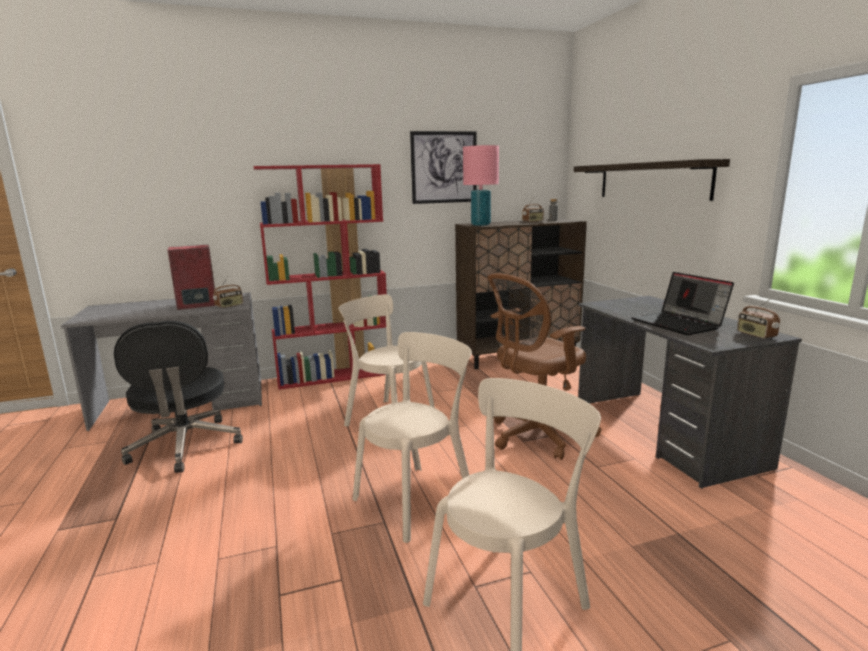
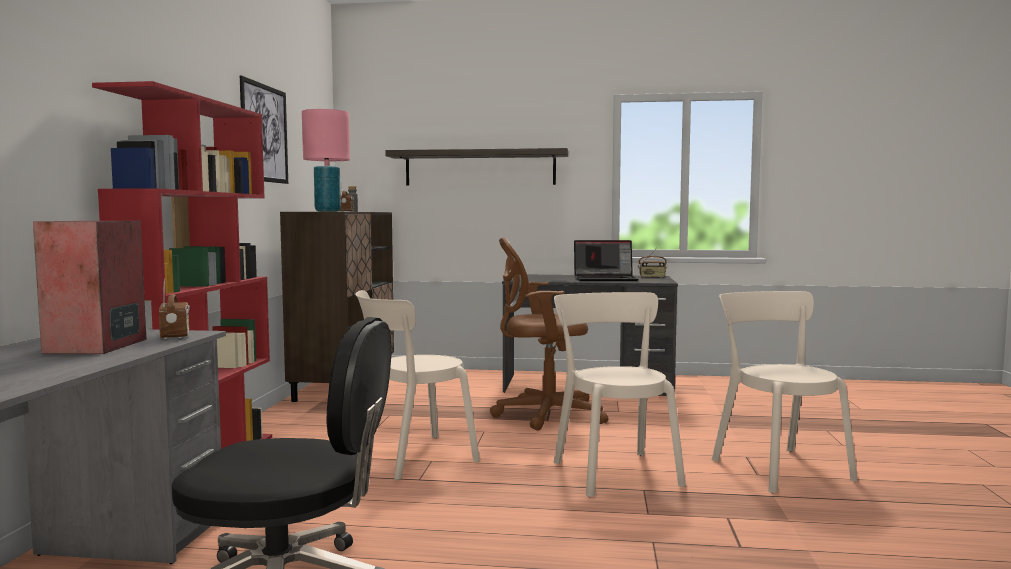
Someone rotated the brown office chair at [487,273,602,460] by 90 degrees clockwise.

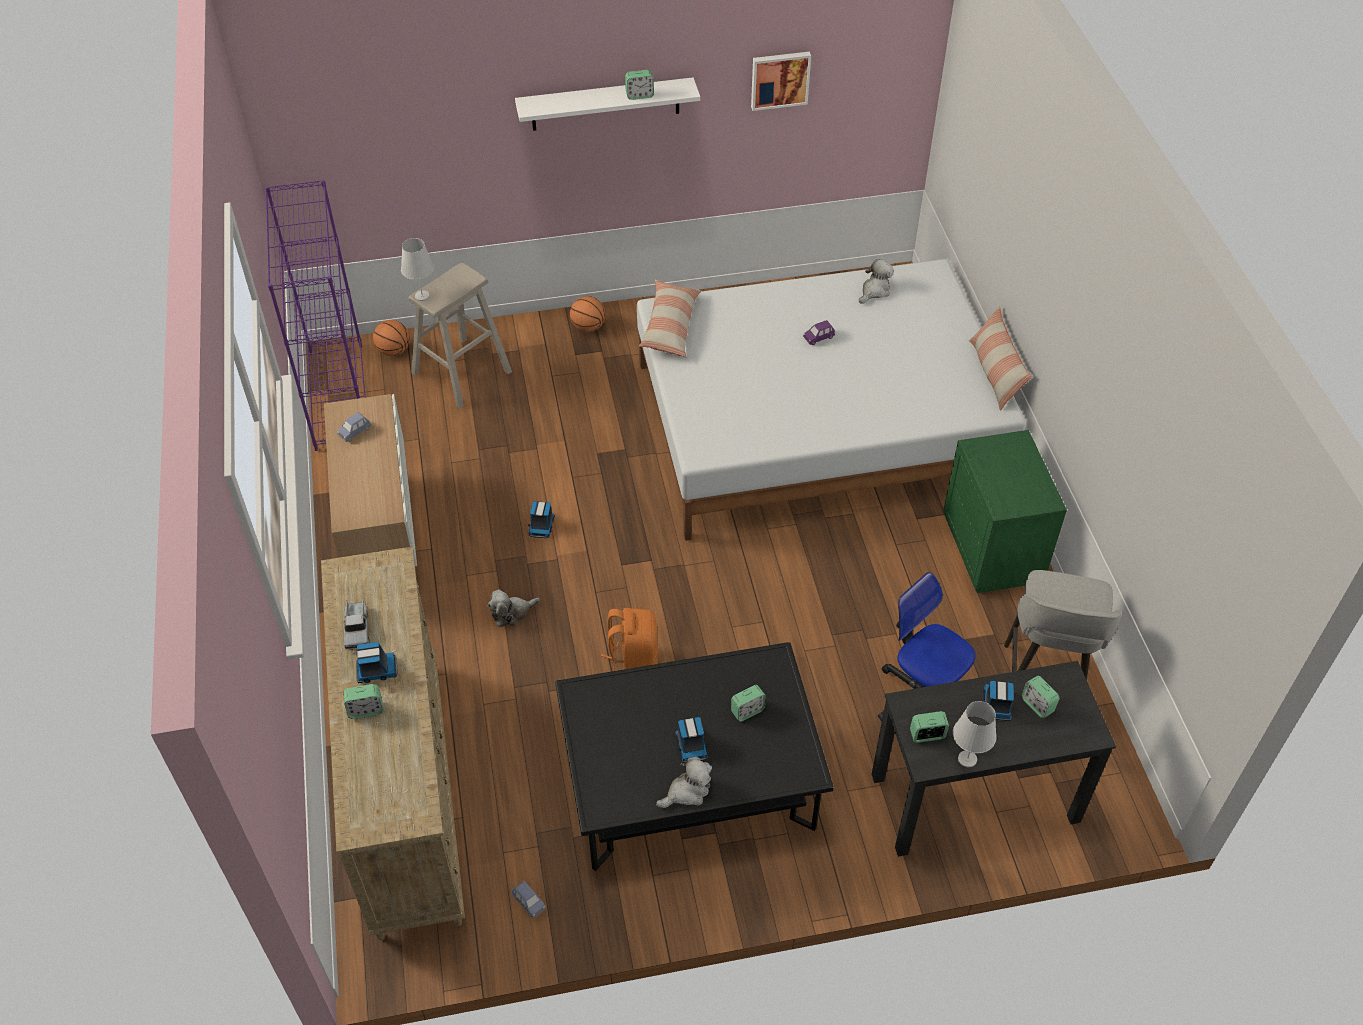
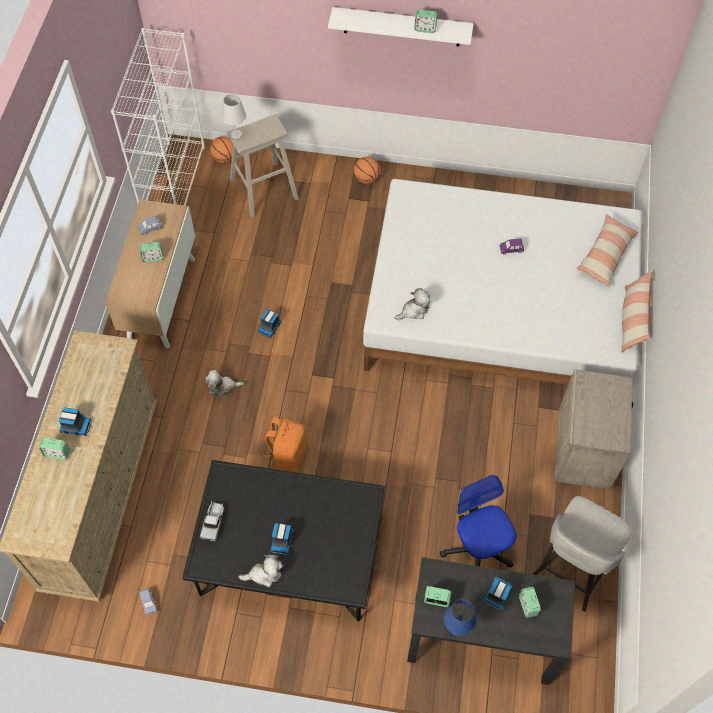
Someone repainted the purple bookcase at [265,180,366,451], which became the white bookcase at [111,28,205,206]. Someone carried the alarm clock from [731,685,766,722] to [140,242,163,263]. Someone carried the toy truck from [344,598,370,650] to [200,501,224,541]. Someone carried the plush toy from [859,259,894,304] to [395,288,431,320]. Someone repainted the white table lamp at [953,701,997,767], which became the blue table lamp at [444,600,477,636]. Someone repainted the green nightstand at [943,430,1067,593], which became the beige nightstand at [554,369,633,489]. Someone carried the pillow from [639,280,701,357] to [576,214,639,287]. Someone took away the picture at [751,51,811,111].

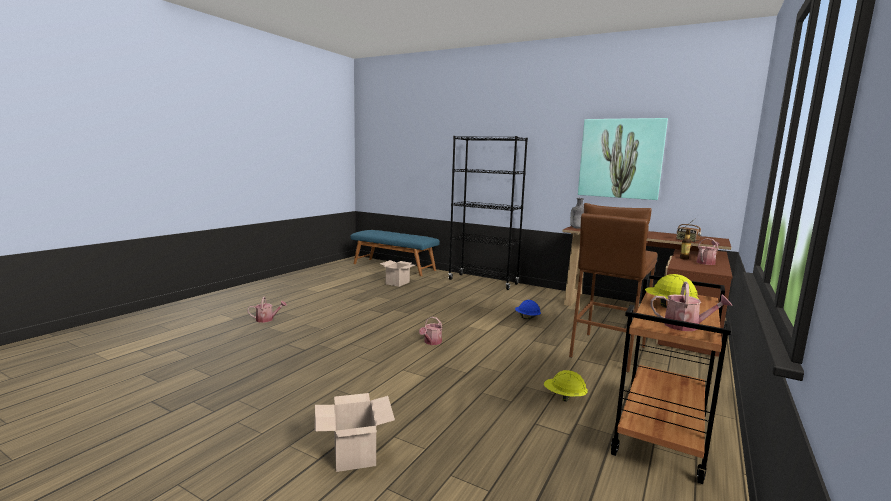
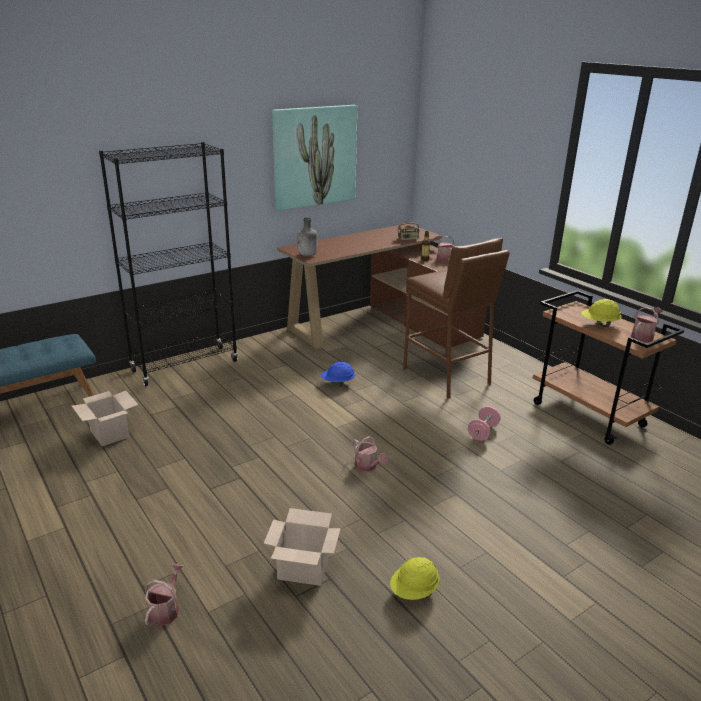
Someone carried the cardboard box from [315,393,395,472] to [264,508,341,586]. Someone carried the yellow hard hat from [544,370,588,402] to [390,557,440,600]. Someone put down the pink dumbbell at [468,406,501,441].

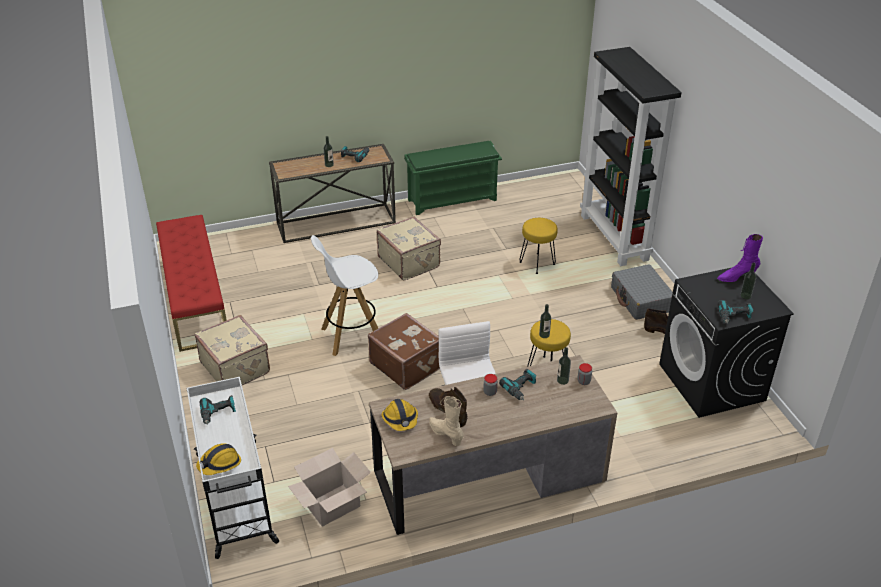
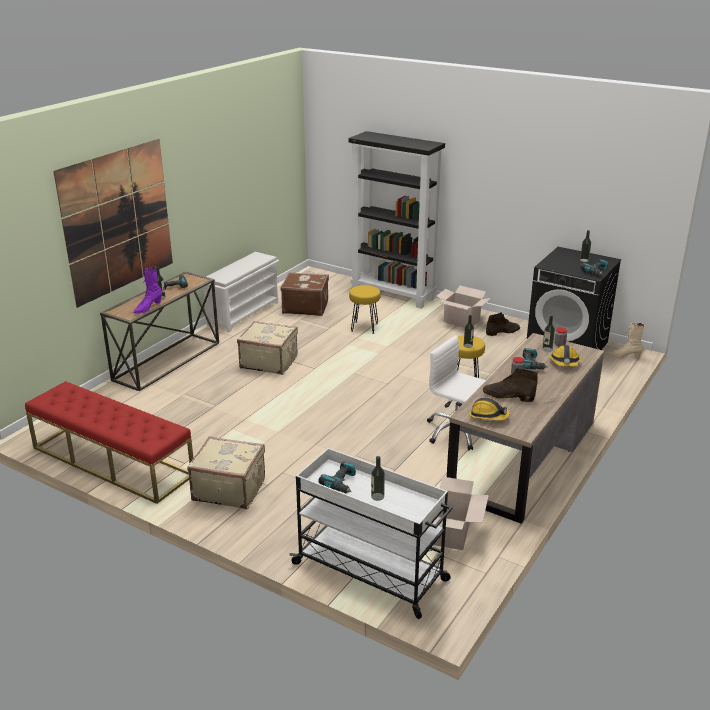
Someone put up the picture at [53,139,173,308]. Someone carried the purple boot from [717,234,763,282] to [134,266,162,314]. Someone repainted the green shoe rack at [404,141,502,215], which became the white shoe rack at [203,252,279,333]. Someone carried the brown suitcase from [368,313,440,390] to [281,272,329,316]. Someone put down the bottle at [371,456,385,501]. Someone swapped the grey suitcase at [611,264,673,320] for the cardboard box at [436,286,491,328]. Someone carried the hard hat from [196,443,241,475] to [550,345,581,367]. Someone carried the beige boot from [429,396,464,446] to [607,323,644,359]. Someone took away the white stool at [311,235,378,356].

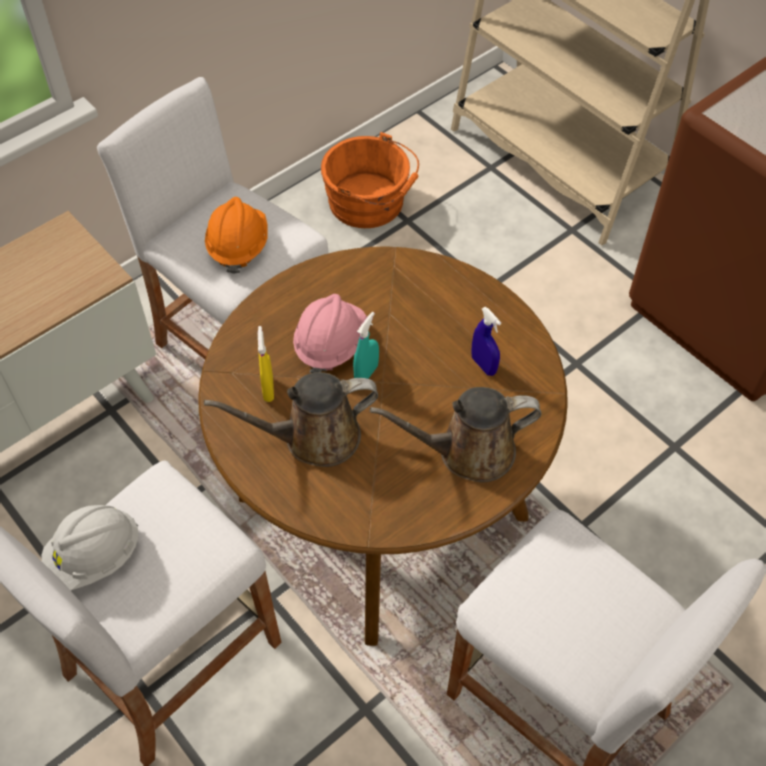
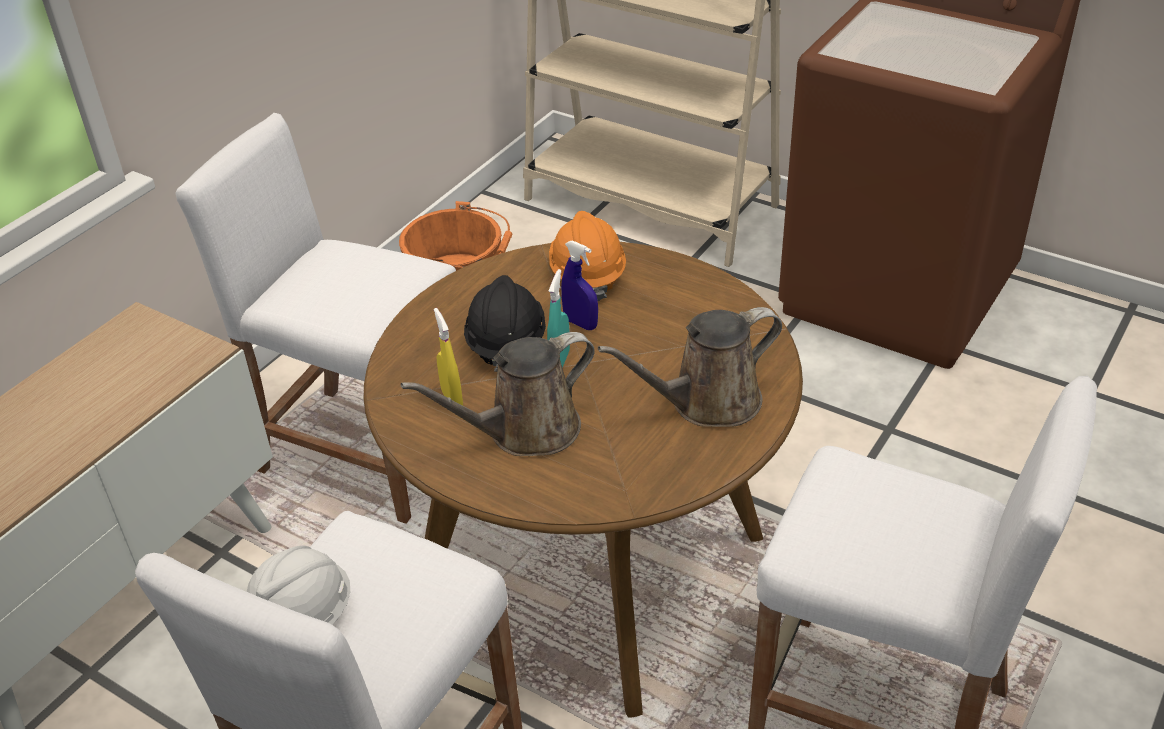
Someone repainted the pink hard hat at [293,294,366,373], which became the black hard hat at [464,275,546,372]. Someone carried the orange hard hat from [205,197,268,274] to [549,211,626,301]. Someone carried the blue spray bottle from [471,307,501,376] to [561,240,598,330].

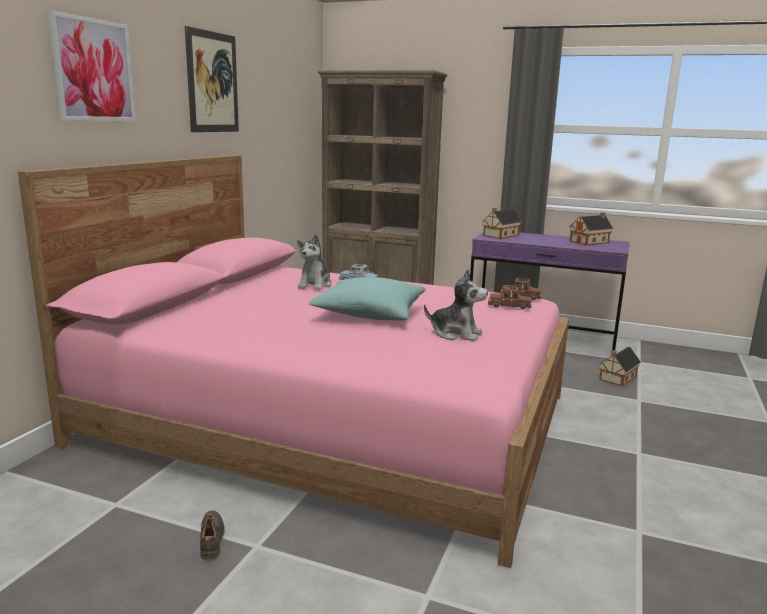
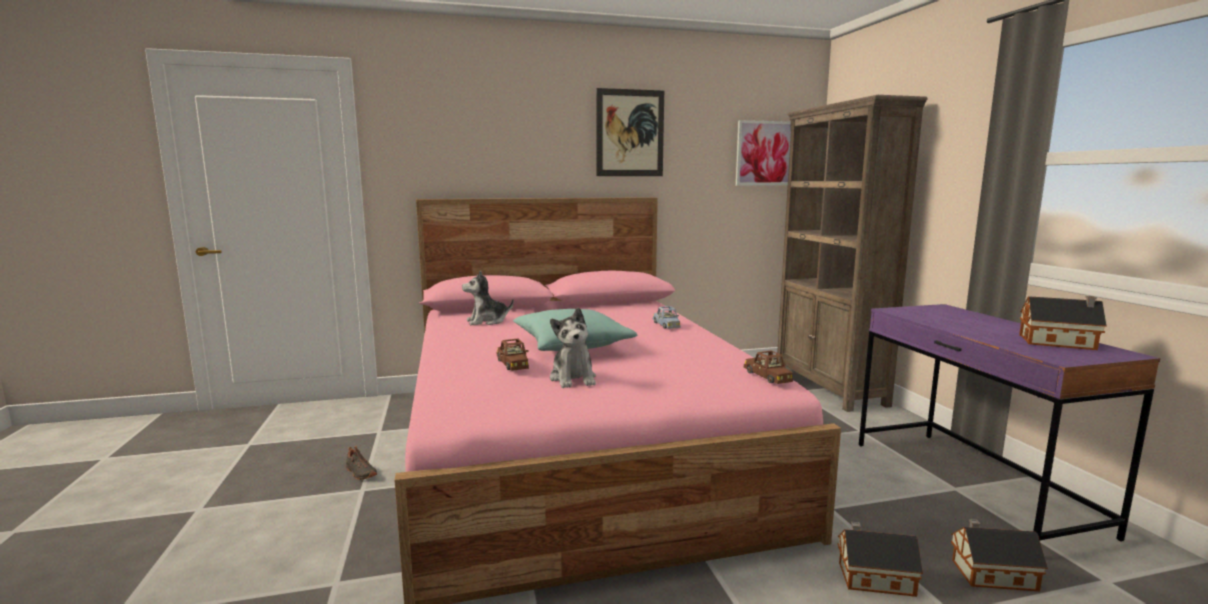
Someone rotated the black shoe at [200,510,225,560] by 90 degrees clockwise. Someone carried the plush toy from [297,235,332,290] to [462,270,514,325]. Someone carried the brown toy car from [488,286,532,309] to [497,339,529,371]. Someone carried the picture from [47,10,136,121] to [735,120,791,185]. Someone carried the toy house from [482,208,522,239] to [837,522,923,597].

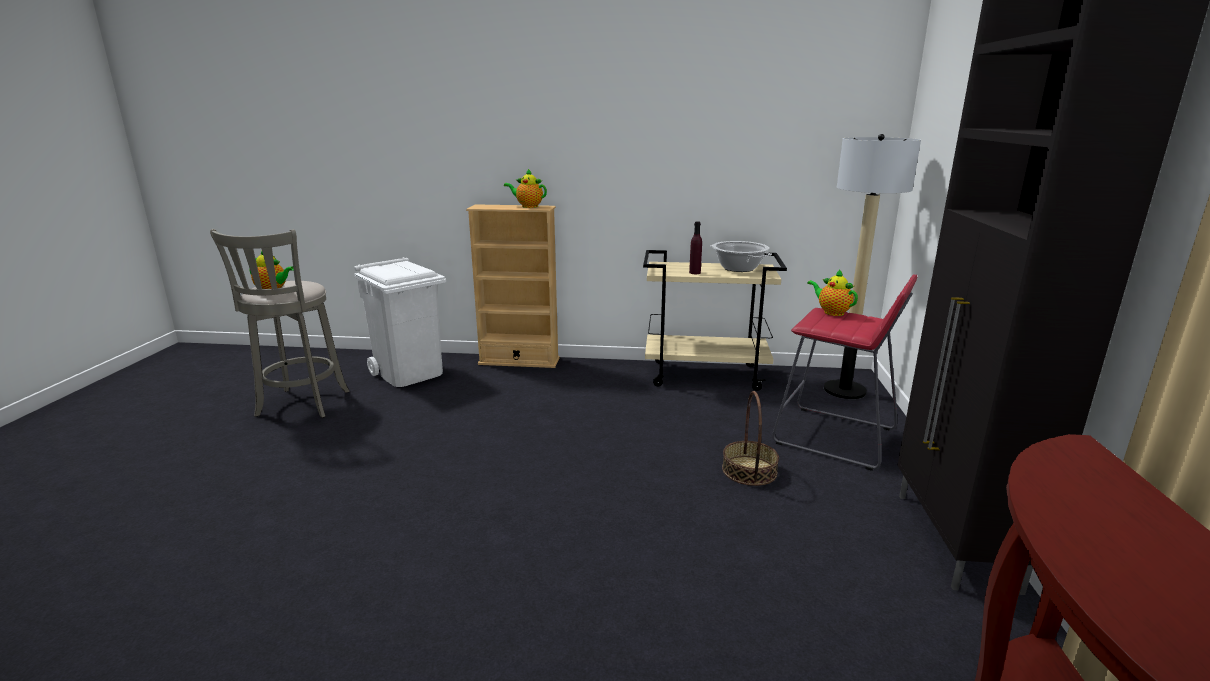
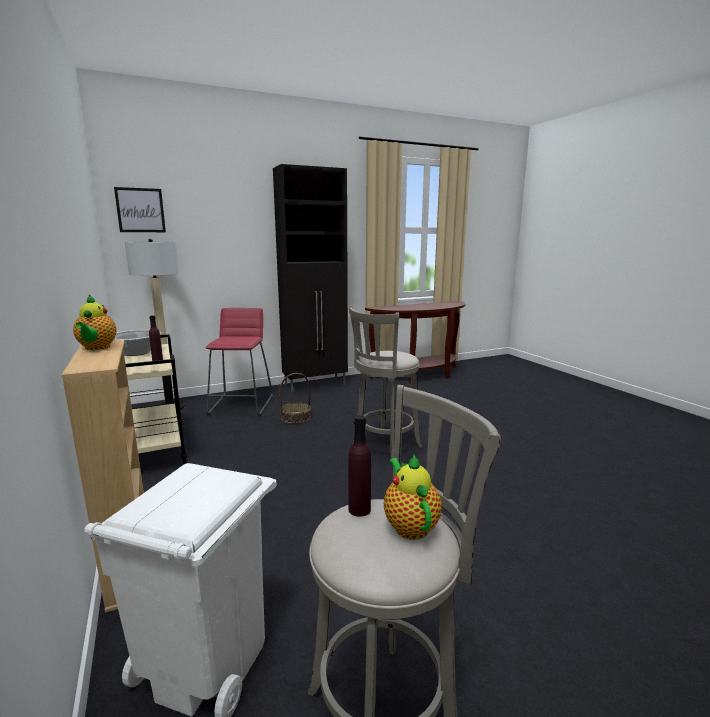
Someone put up the picture at [114,187,166,232]. Someone put down the purple bottle at [348,415,371,517]. Someone put down the grey stool at [349,306,423,464]. Someone took away the teapot at [807,269,858,316].

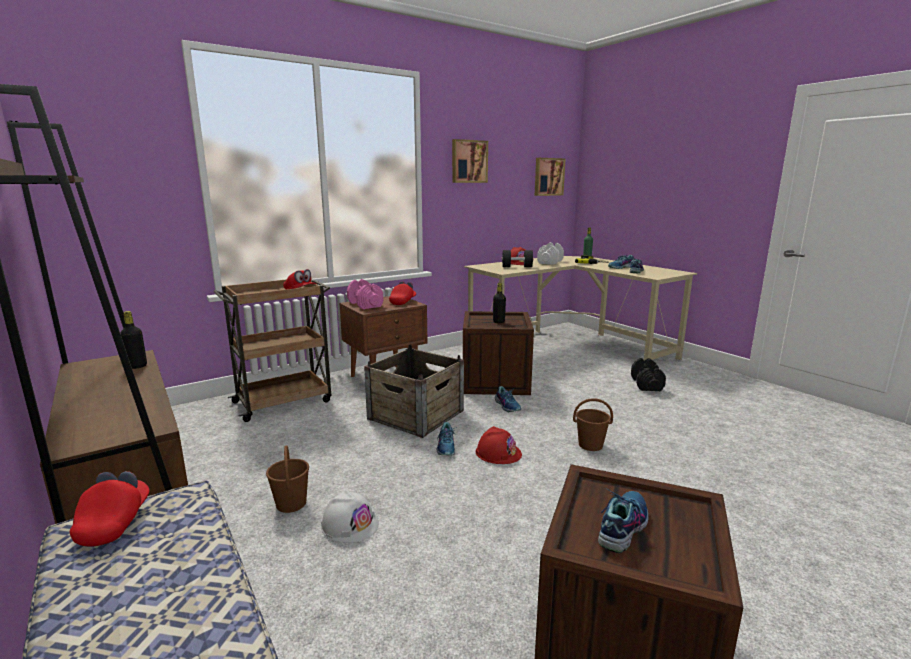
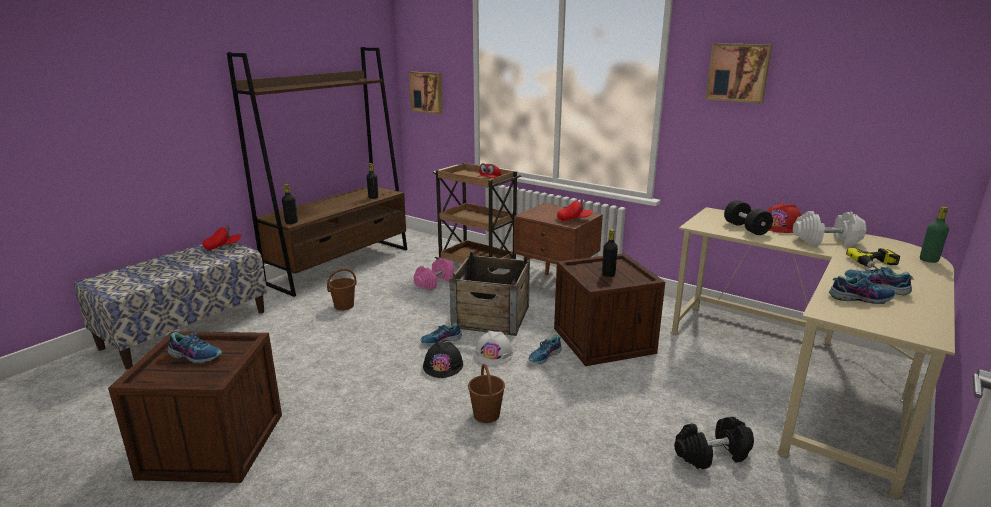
Someone put down the black bottle at [282,184,298,224]. Someone carried the picture from [535,158,566,196] to [409,72,443,114]. Someone carried the pink dumbbell from [347,279,384,309] to [414,258,454,290]. Someone repainted the red hard hat at [476,426,522,464], which became the black hard hat at [423,341,463,378]. Someone carried the white hard hat from [321,490,379,543] to [474,330,513,366].

